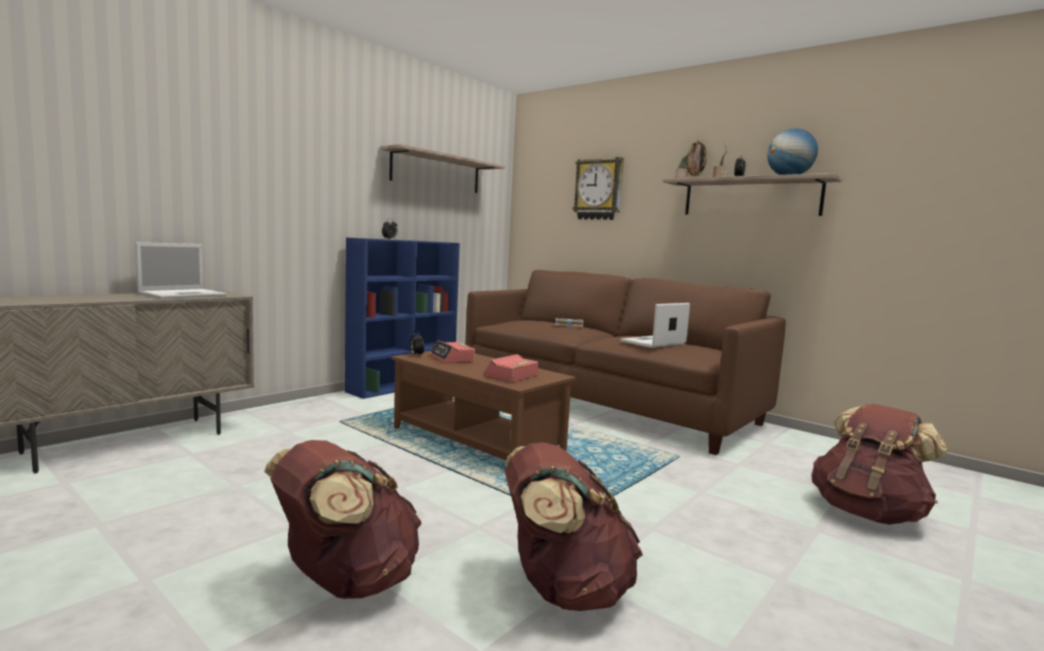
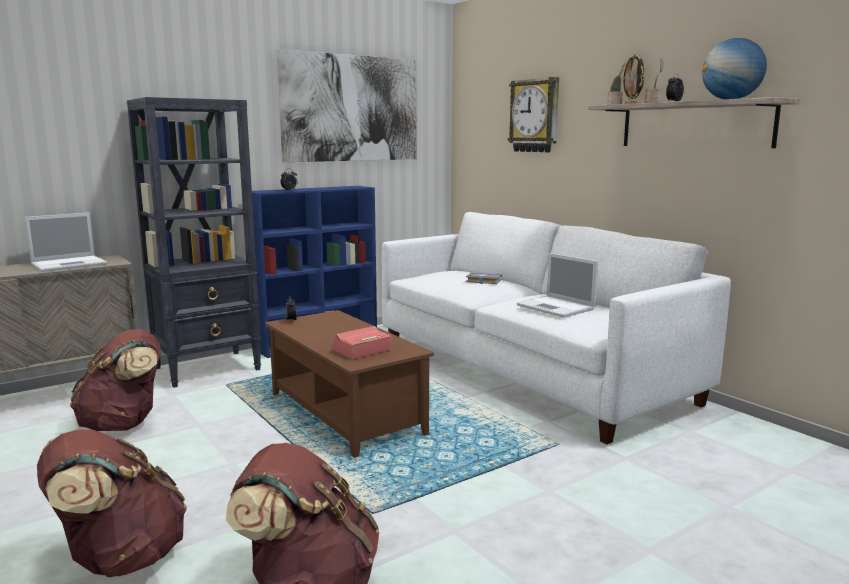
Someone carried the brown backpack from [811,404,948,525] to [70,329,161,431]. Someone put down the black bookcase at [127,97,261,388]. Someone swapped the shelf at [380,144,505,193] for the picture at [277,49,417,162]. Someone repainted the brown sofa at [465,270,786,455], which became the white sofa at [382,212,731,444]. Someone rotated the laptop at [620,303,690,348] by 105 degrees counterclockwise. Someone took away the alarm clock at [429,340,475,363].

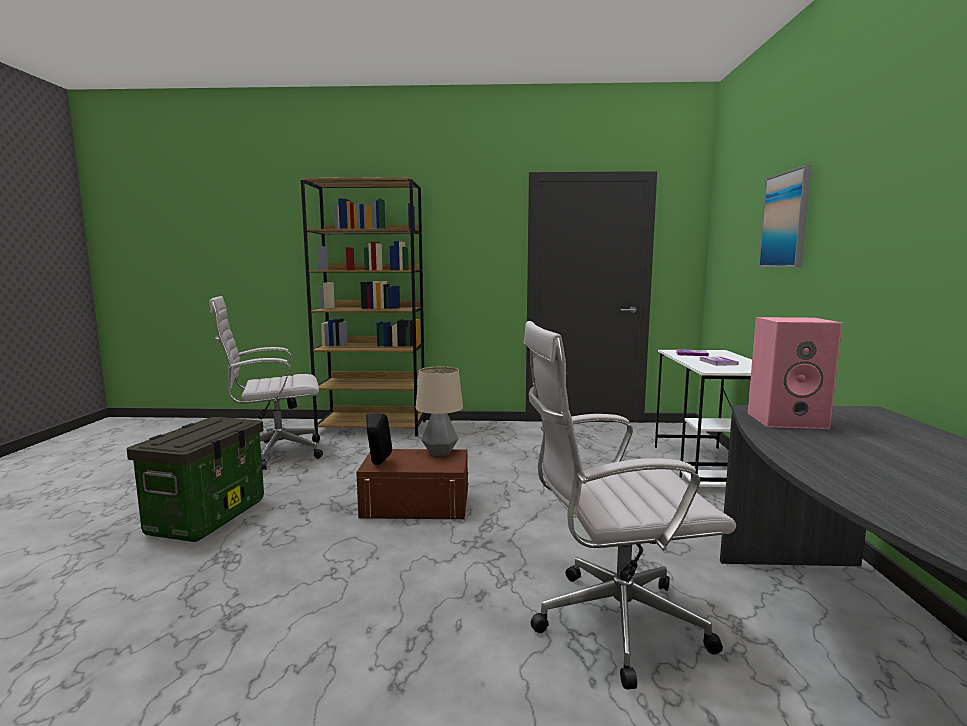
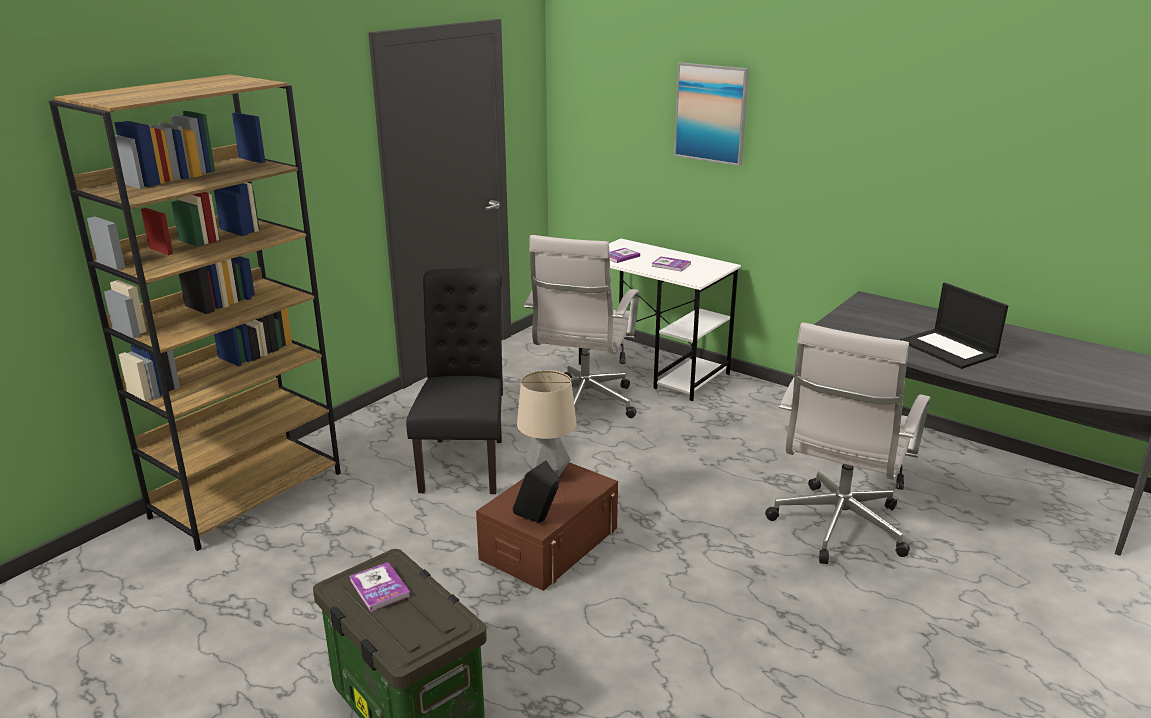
Someone put down the book at [350,562,411,612]. Someone put down the black chair at [406,268,503,494]. Someone carried the white office chair from [210,296,323,470] to [524,235,639,418]. Someone put down the laptop at [900,283,1008,369]. Someone took away the pink speaker at [748,317,842,429].

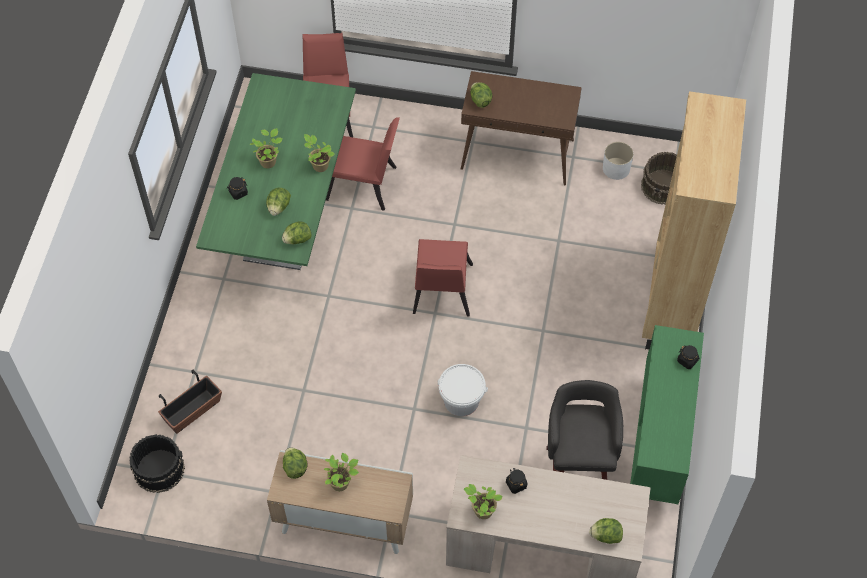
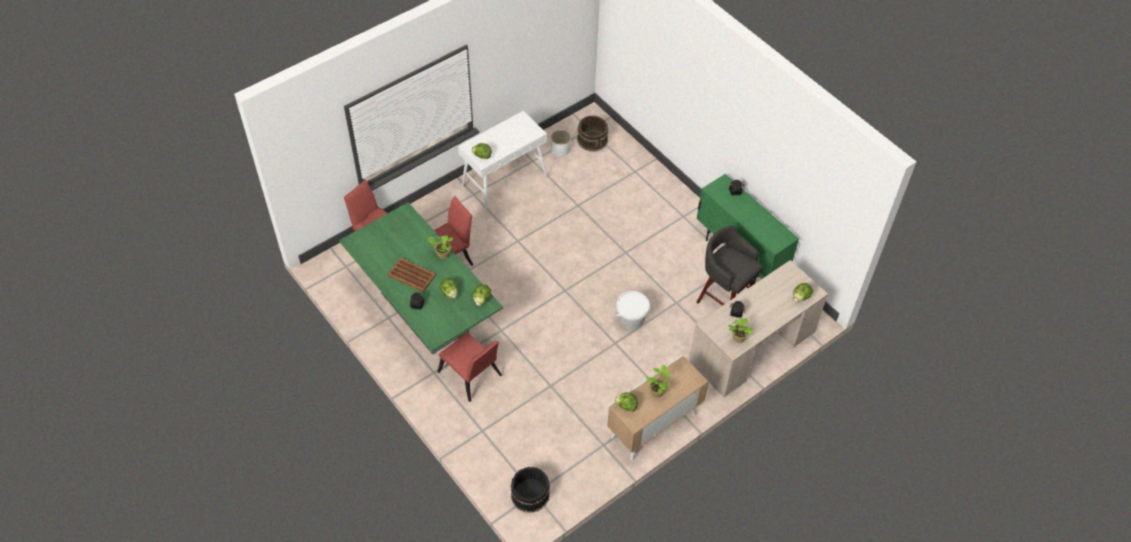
Someone swapped the potted plant at [250,128,283,168] for the brown tray at [387,258,436,292]. Someone carried the red chair from [413,239,473,317] to [437,332,502,402]. Someone repainted the brown console table at [461,71,582,185], which became the white console table at [458,111,547,212]. Someone took away the planter at [158,370,222,434]. Someone took away the brown bookcase at [642,92,746,339].

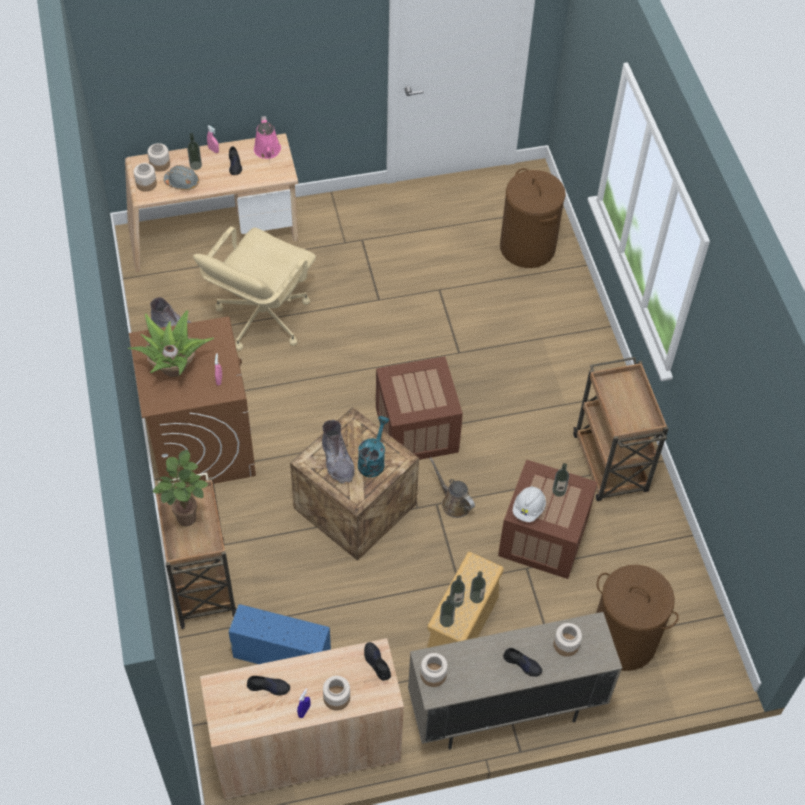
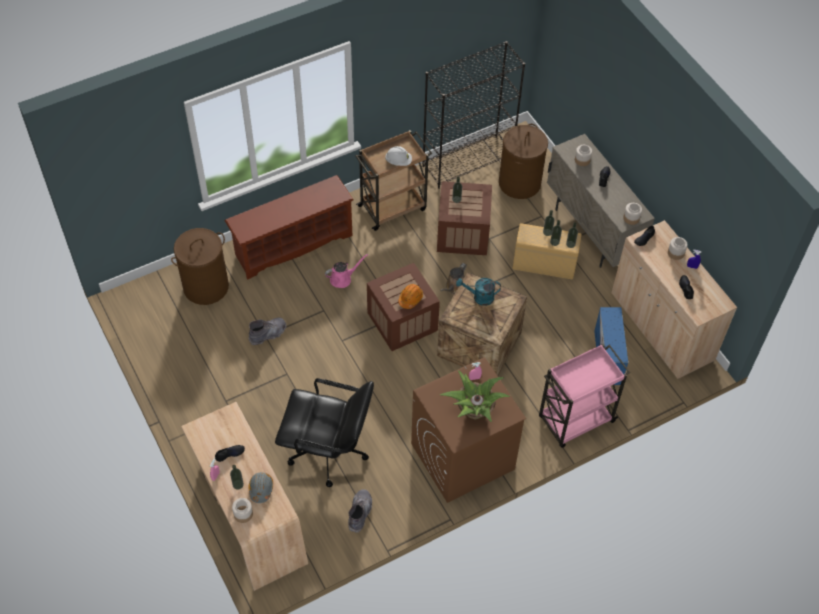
Someone put down the brown shoe rack at [225,175,354,280]. Someone carried the grey boot from [322,420,355,484] to [248,317,286,346]. Someone repainted the beige office chair at [193,227,316,351], which became the black office chair at [275,378,374,487]. Someone carried the pink watering can from [254,116,281,159] to [325,254,368,288]. Someone carried the white hard hat from [513,486,546,522] to [385,146,412,166]. Someone put down the orange hard hat at [398,284,423,309]. Someone put down the black bookcase at [422,41,525,189]. Someone repainted the brown cart at [155,473,236,629], which became the pink cart at [539,344,630,448]. Someone took away the jar at [134,163,157,192]. Someone took away the potted plant at [153,450,208,527].

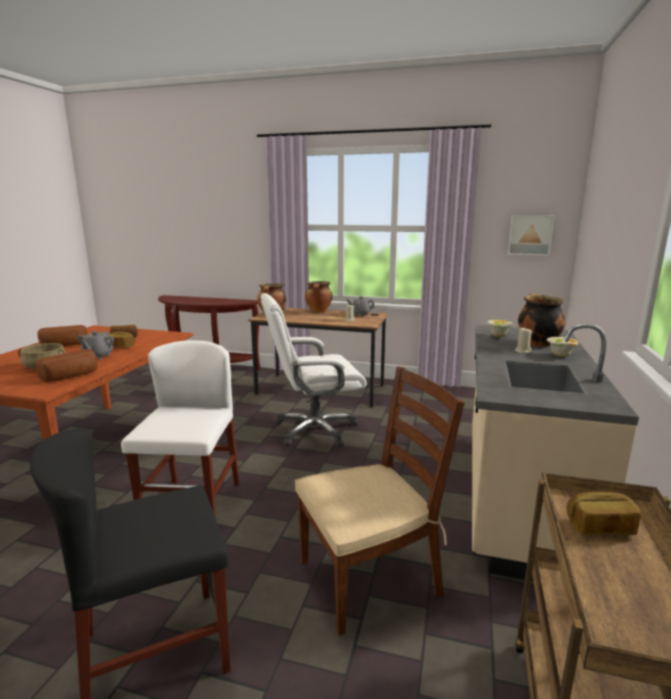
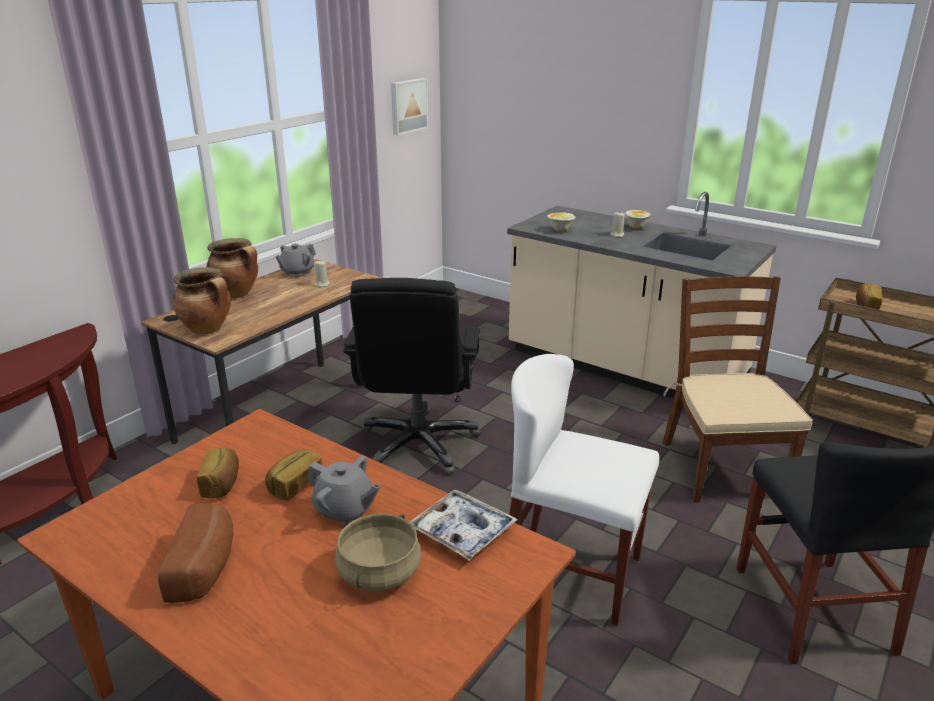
Someone repainted the white office chair at [261,293,367,447], which became the black office chair at [343,278,481,475]. Someone swapped the bread at [36,349,97,382] for the tray at [409,490,517,561]. Someone took away the cooking pot at [518,294,566,347].

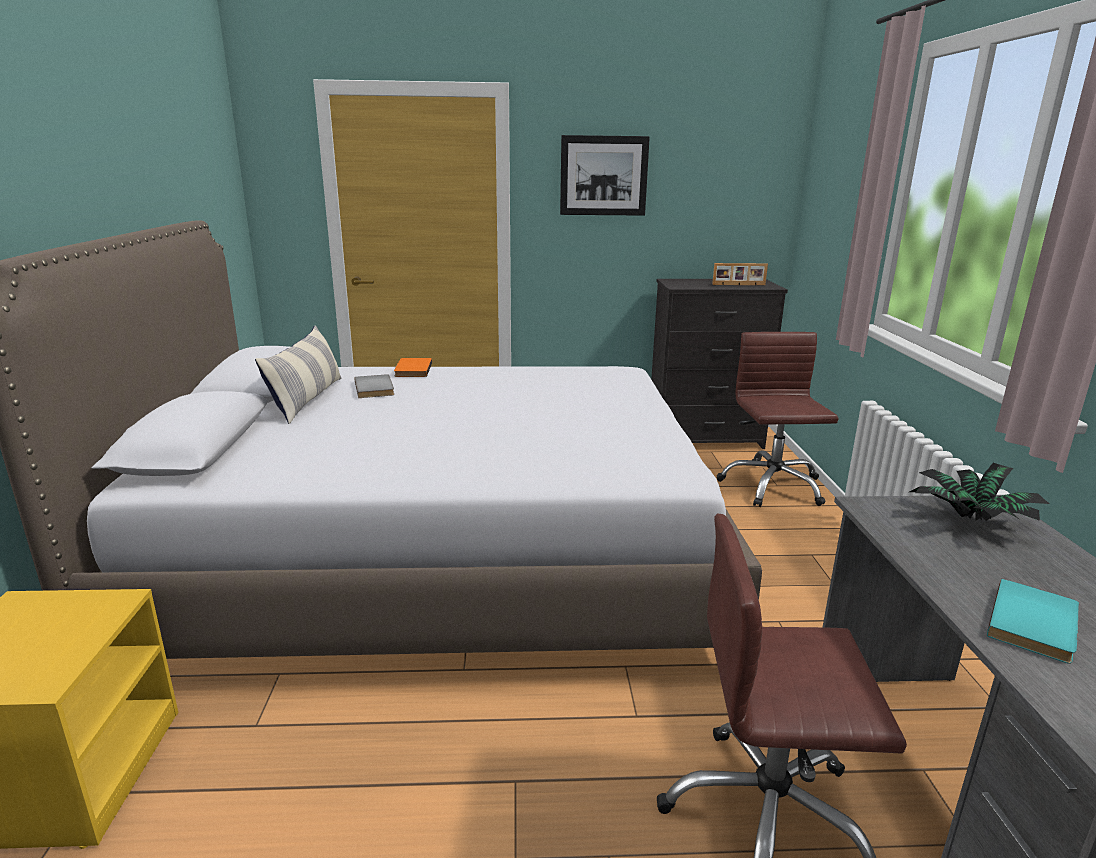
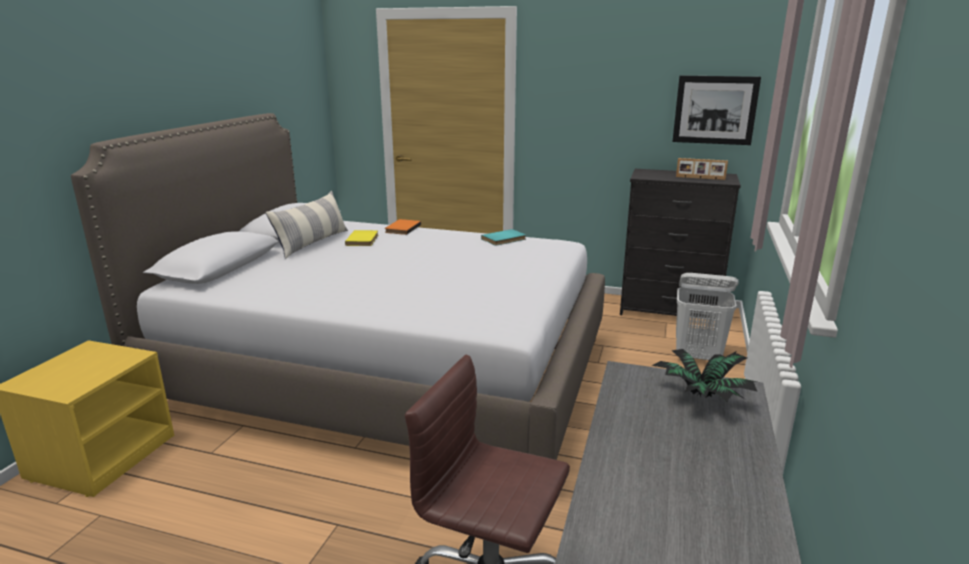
Someone repainted the grey book at [355,374,394,398], which became the yellow book at [345,230,378,246]. Someone carried the turquoise book from [987,579,1079,664] to [481,229,526,246]. Someone carried the picture from [560,135,650,216] to [672,75,761,145]. Someone swapped the brown office chair at [717,332,839,507] for the white laundry basket at [676,273,738,360].

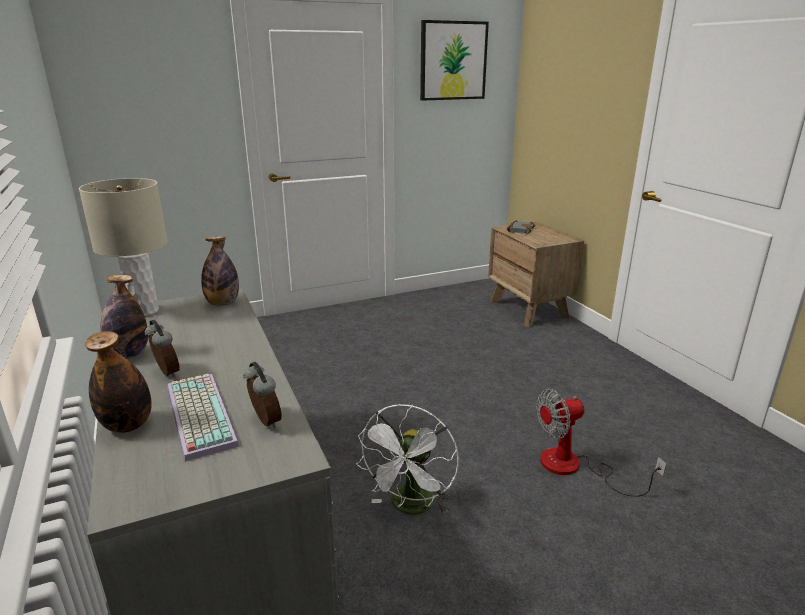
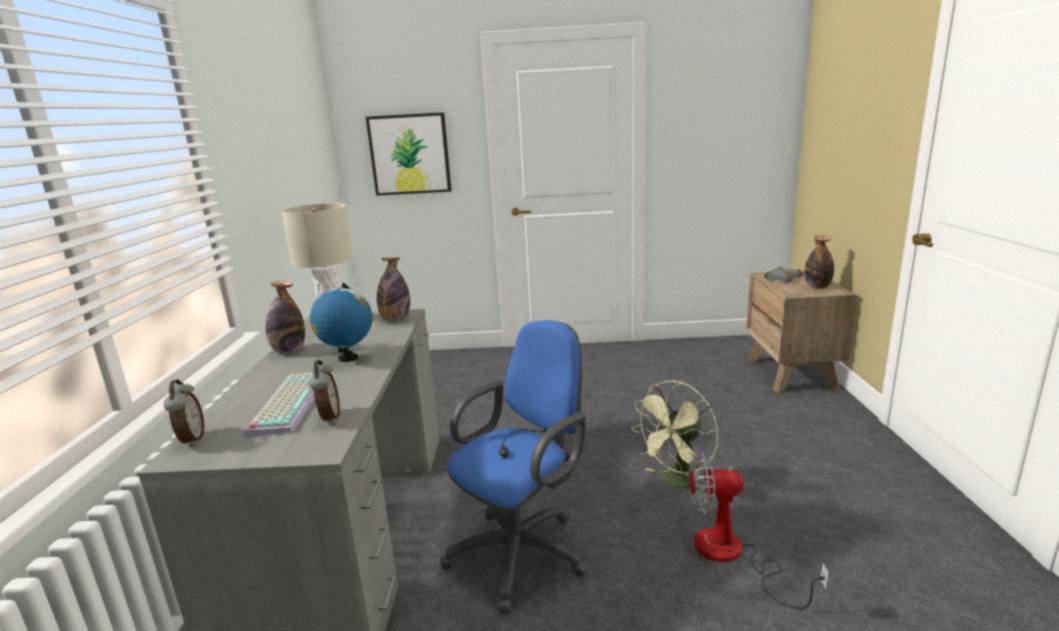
Someone carried the alarm clock from [144,320,180,377] to [164,379,204,447]. Someone put down the globe at [310,283,372,362]. Someone carried the picture from [420,20,489,101] to [366,112,452,196]. Someone swapped the white fan at [356,404,459,515] for the blue office chair at [440,320,588,614]. Someone put down the green fan at [631,381,718,493]. Someone carried the bottle from [85,331,152,433] to [805,235,834,288].

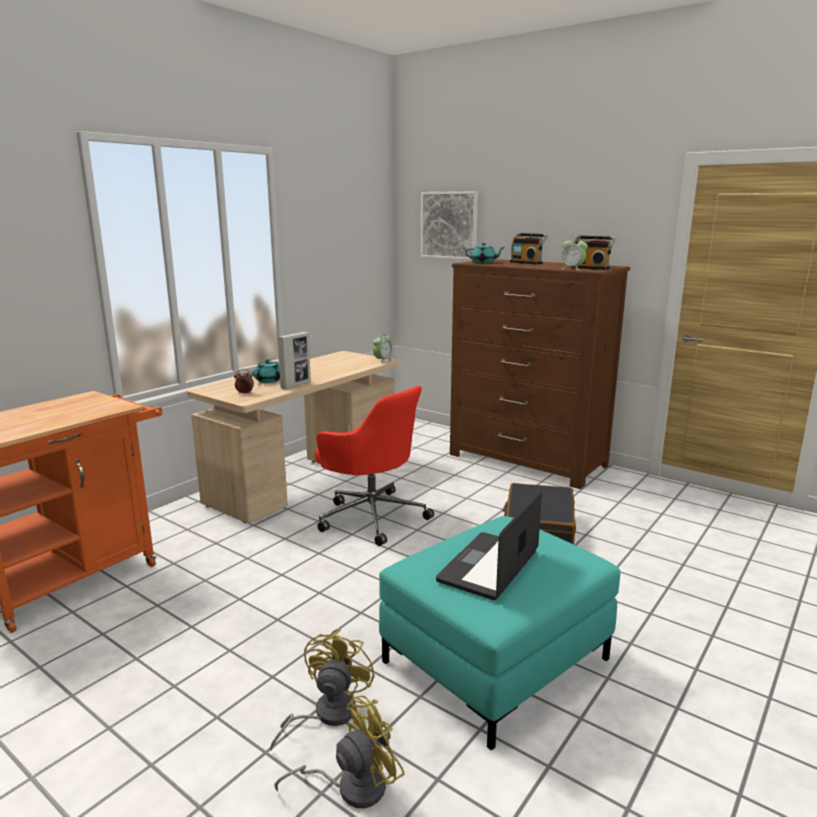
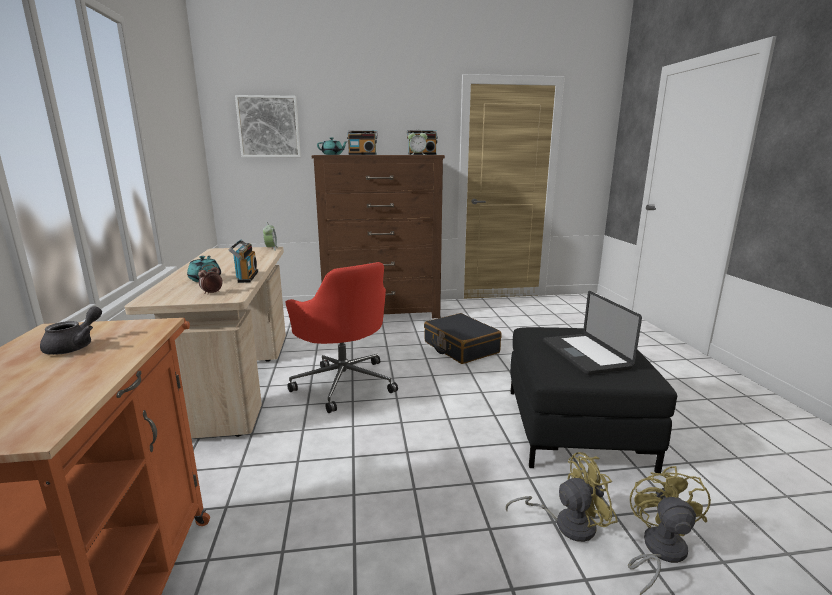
Someone put down the grey teapot at [40,306,102,355]. Someone swapped the picture frame at [277,332,311,389] for the radio at [229,240,258,283]. Someone rotated the red office chair at [315,386,434,546] by 60 degrees clockwise. Someone rotated the yellow fan at [270,629,375,751] by 105 degrees clockwise. Someone repainted the turquoise ottoman at [379,516,621,751], which became the black ottoman at [510,327,677,473].

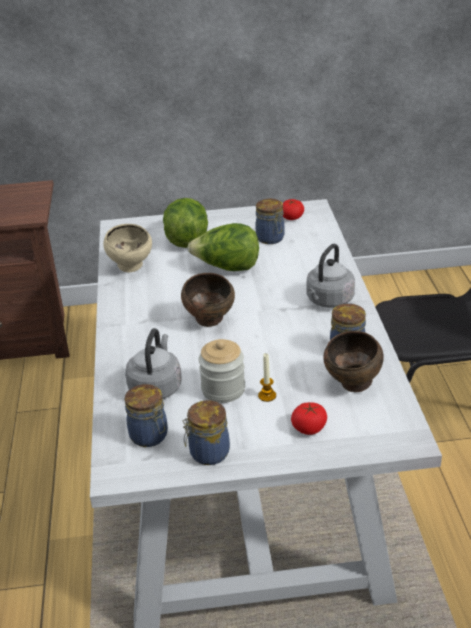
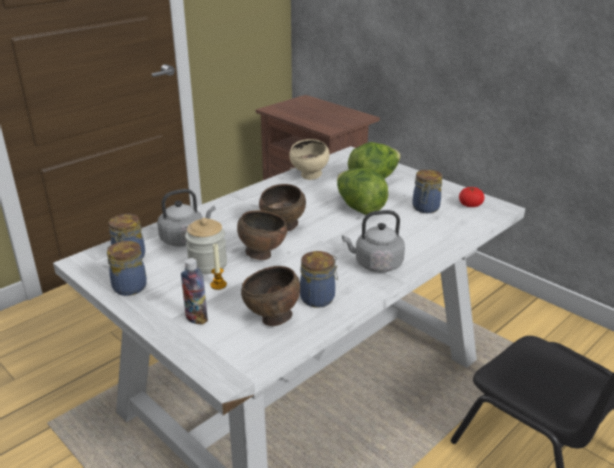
Someone swapped the tomato at [291,402,327,435] for the bottle at [181,258,208,325]. Someone put down the brown bowl at [237,210,287,260].

